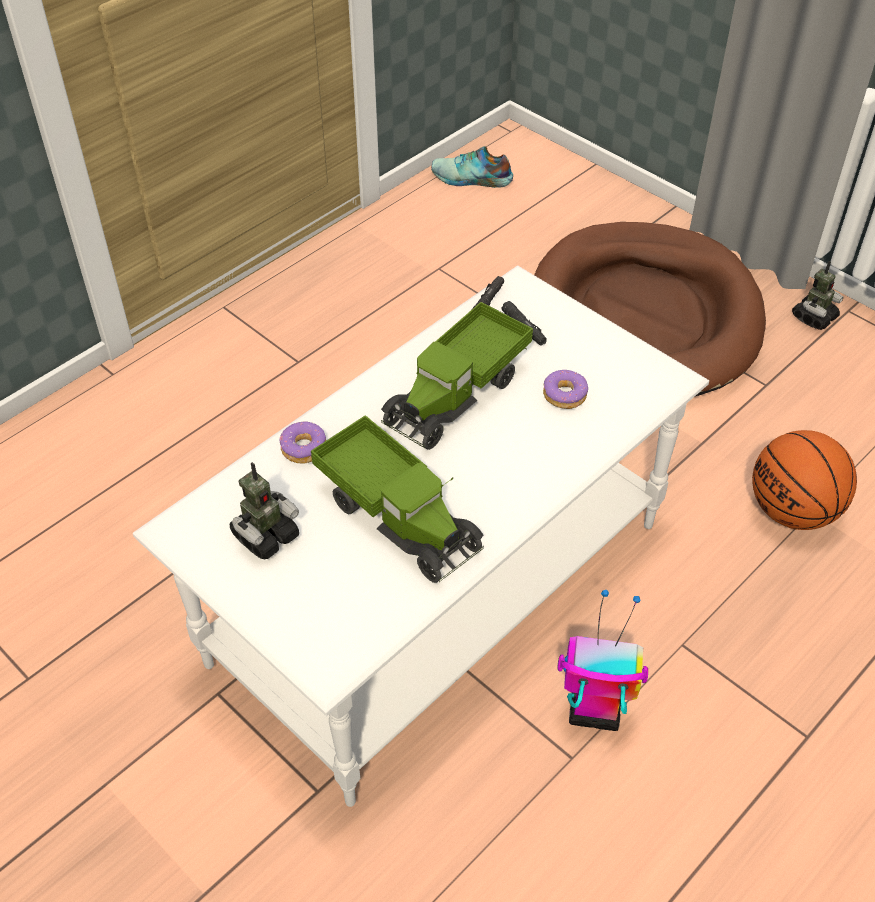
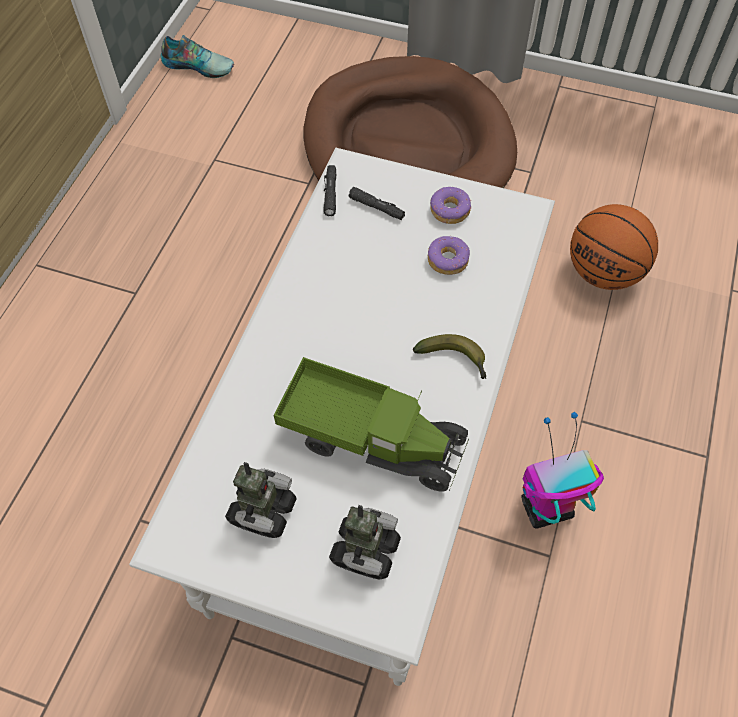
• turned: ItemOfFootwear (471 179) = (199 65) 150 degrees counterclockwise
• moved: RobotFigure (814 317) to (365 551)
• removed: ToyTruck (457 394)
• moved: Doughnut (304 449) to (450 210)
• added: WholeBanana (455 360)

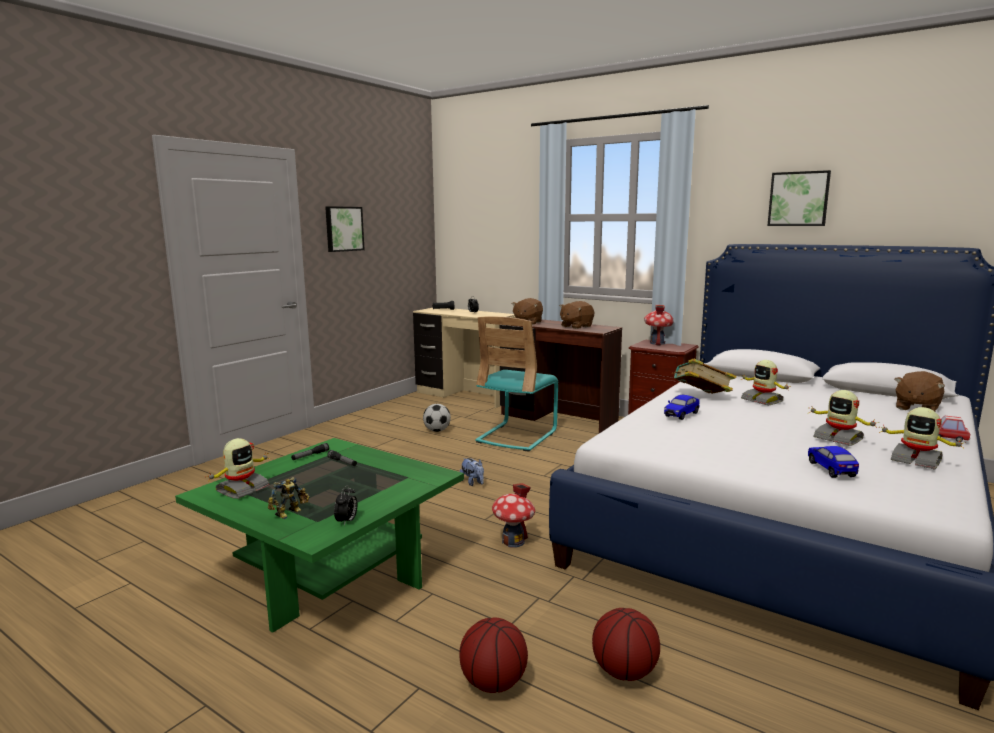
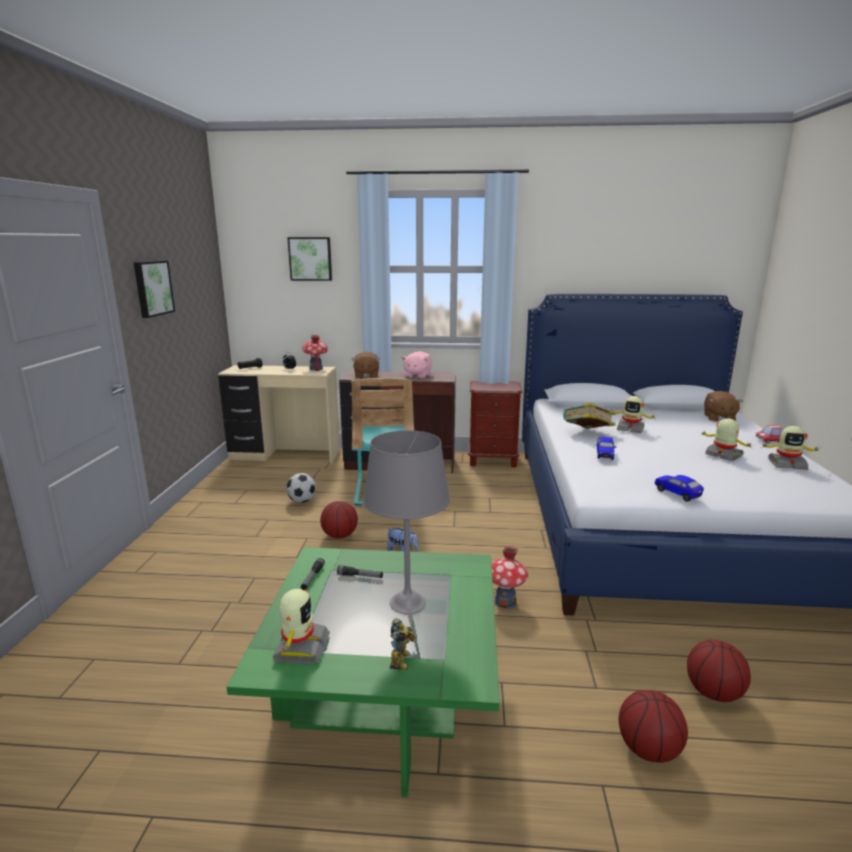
• moved: WallArt (798 199) to (310 259)
• recoloured: BrownishSoftToy (576 326) to PinkColouredSoftToy (417 376)
• moved: MiniatureHouse (657 343) to (316 369)
• turned: RobotFigure (838 439) = (723 455) 150 degrees counterclockwise
• moved: ToyCar (831 469) to (677 493)
• removed: AlarmClock (347 521)
• added: GreyTableLamp (408 602)
• added: BasketballBall (340 535)

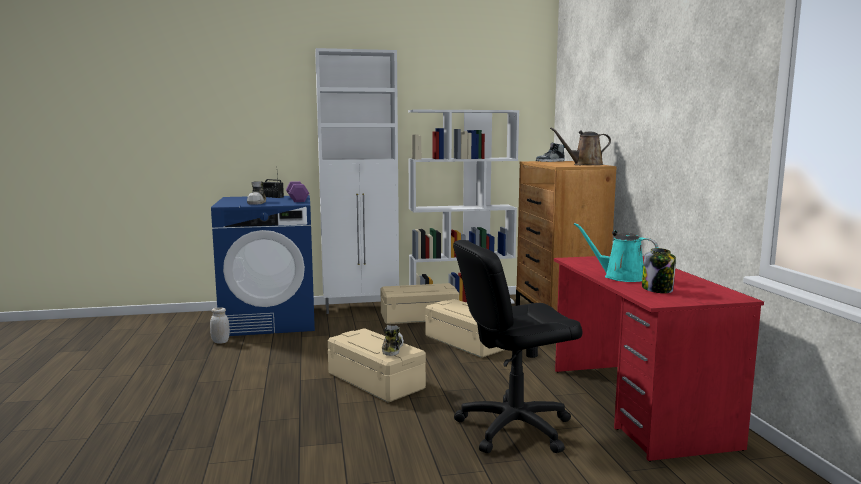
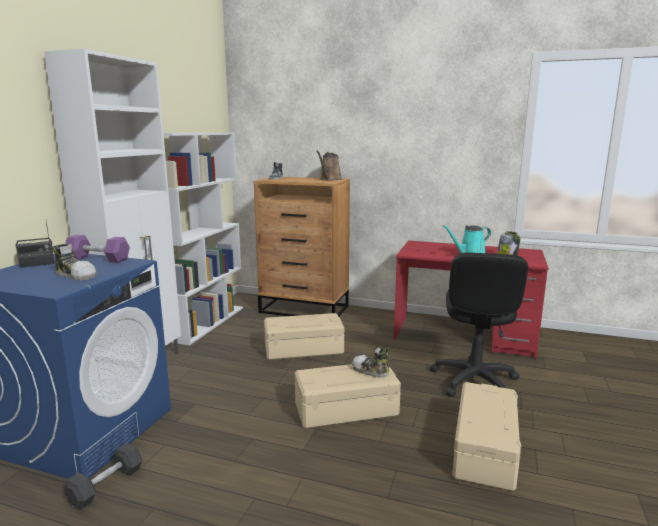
• moved: SandColouredStorageBin (419 317) to (483 449)
• replaced: WhiteStorageJar (220 342) to BlackColouredFreeWeight (106 485)

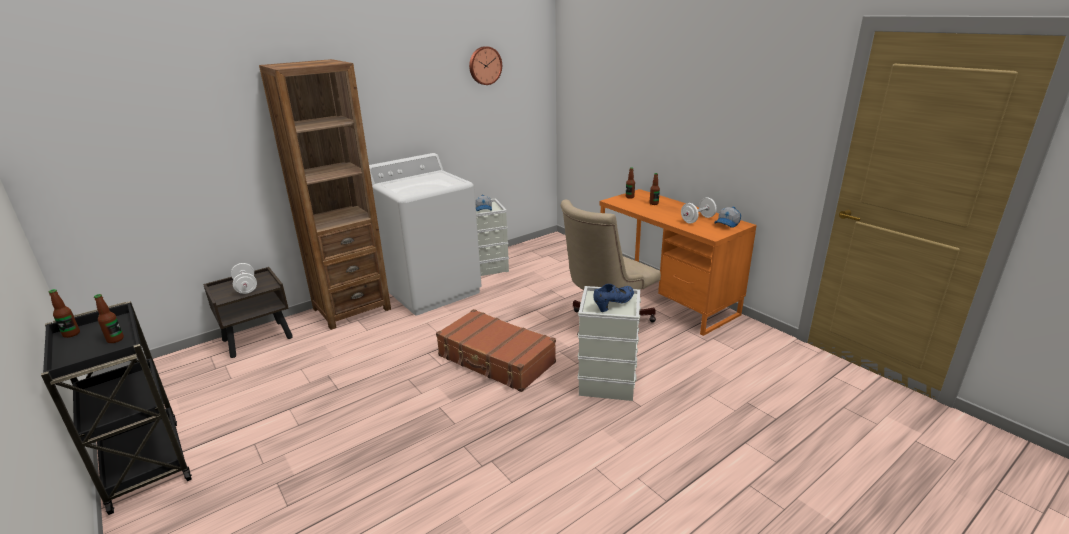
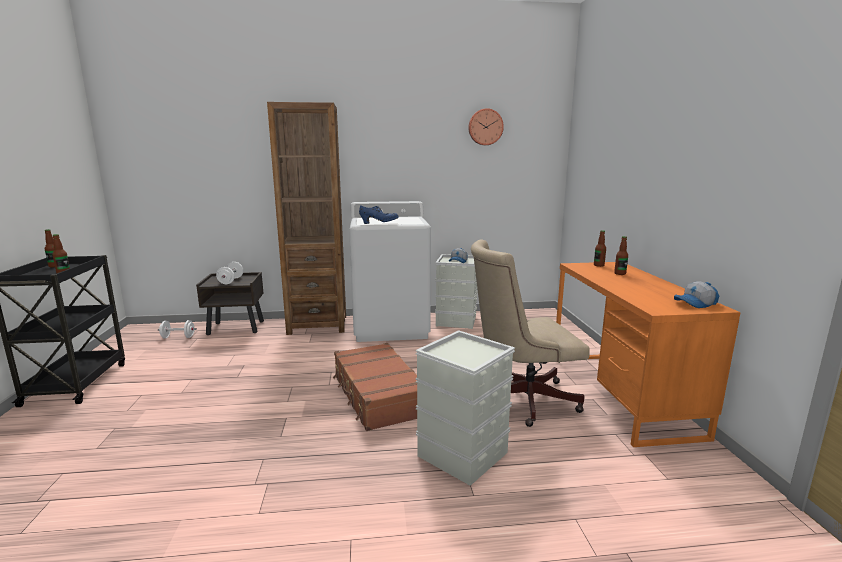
• moved: WhiteFreeWeight (697 220) to (178 337)
• moved: BlueColouredItemOfFootwear (613 304) to (379 223)

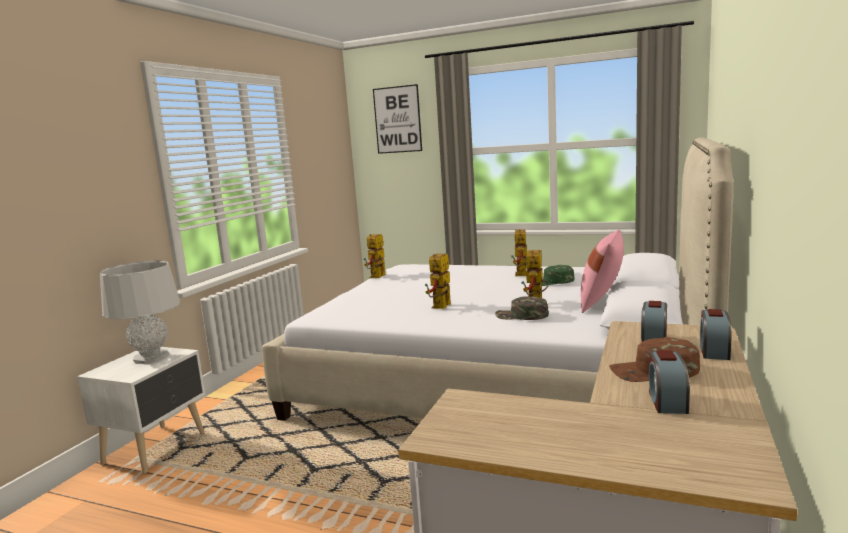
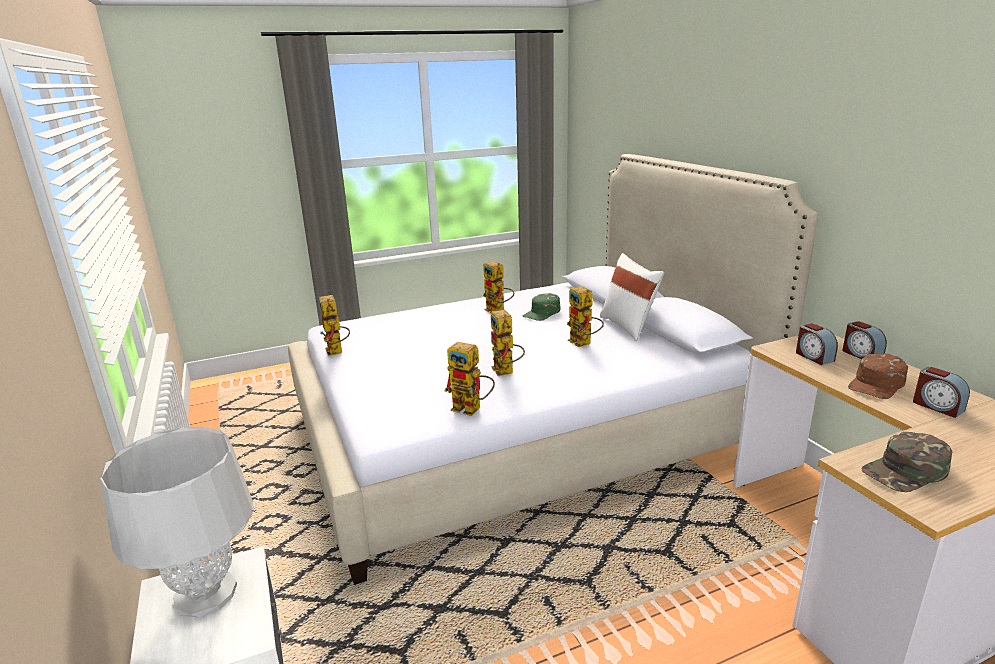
• removed: WallArt (397 119)
• recoloured: PinkColouredCushion (602 303) to WhiteCushion (628 326)
• moved: GreenishCap (521 315) to (906 471)
• added: RobotFigure (472 409)

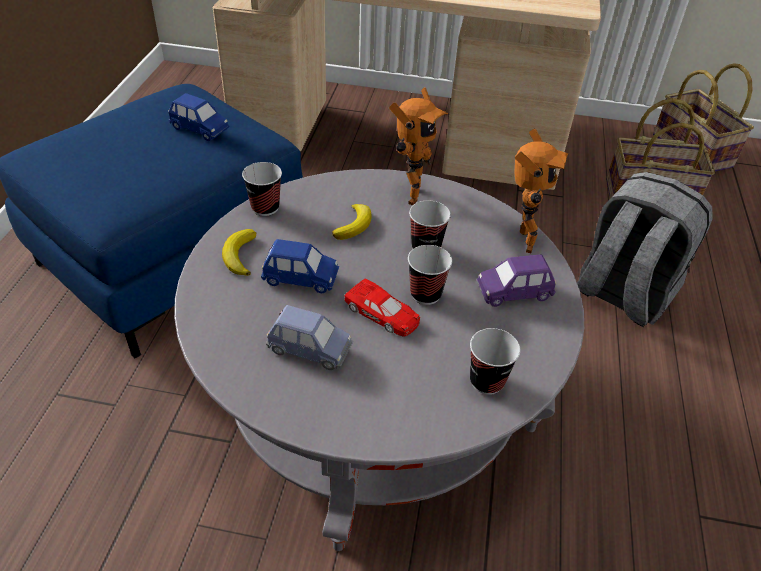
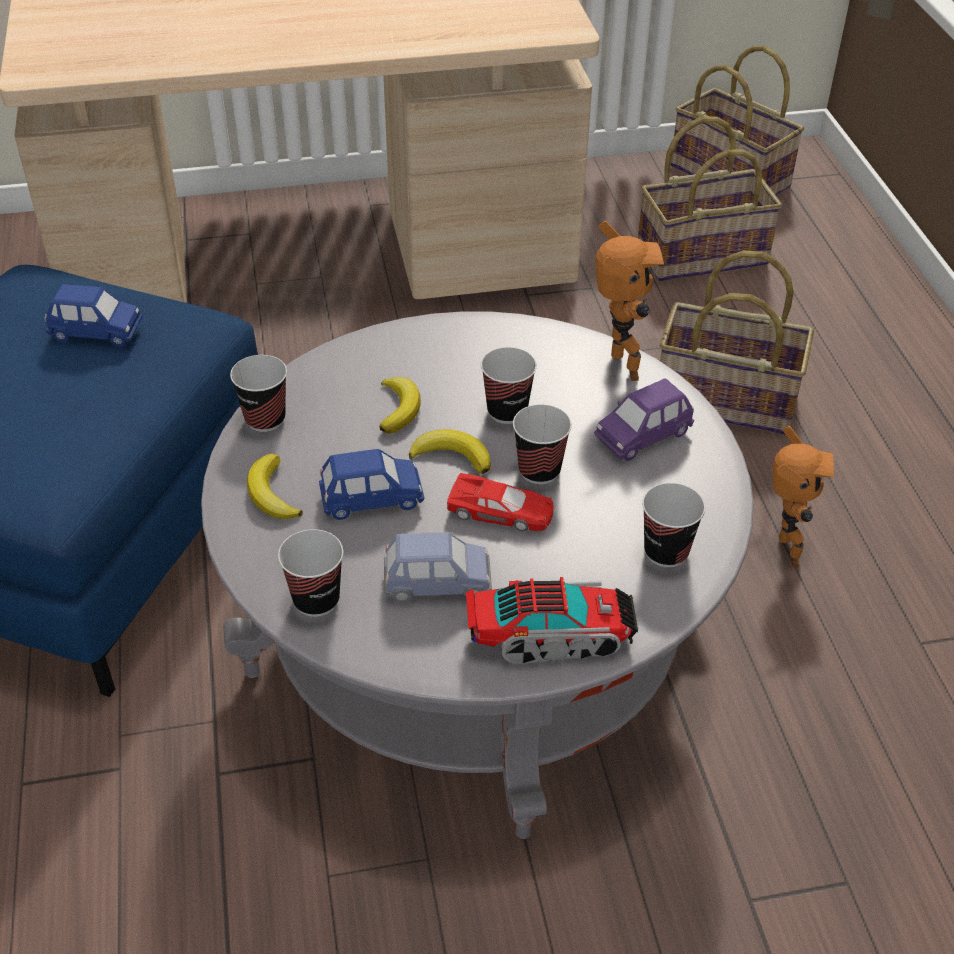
• moved: RobotFigure (409 194) to (783 553)
• replaced: GreyKnapsack (622 294) to StorageBasket (724 401)
• added: WholeBanana (452 456)
• added: Cup (316 600)
• added: ToyTruck (550 635)

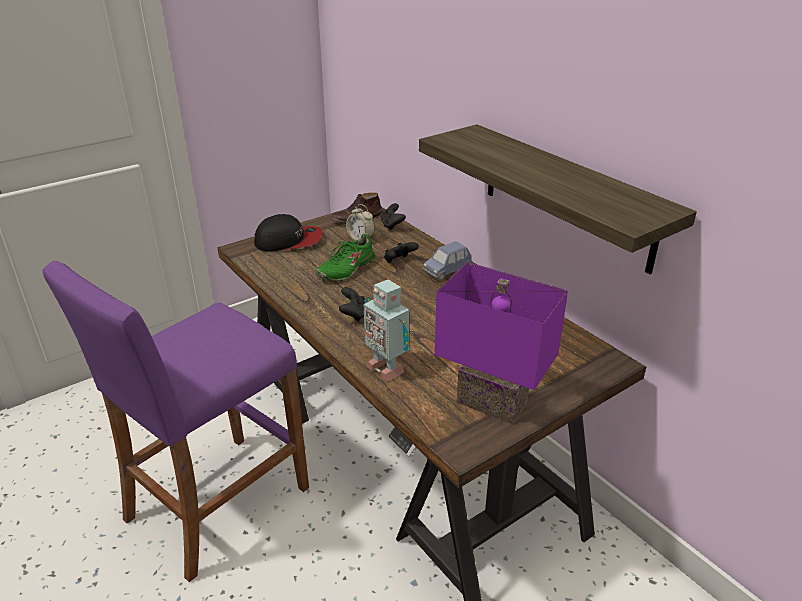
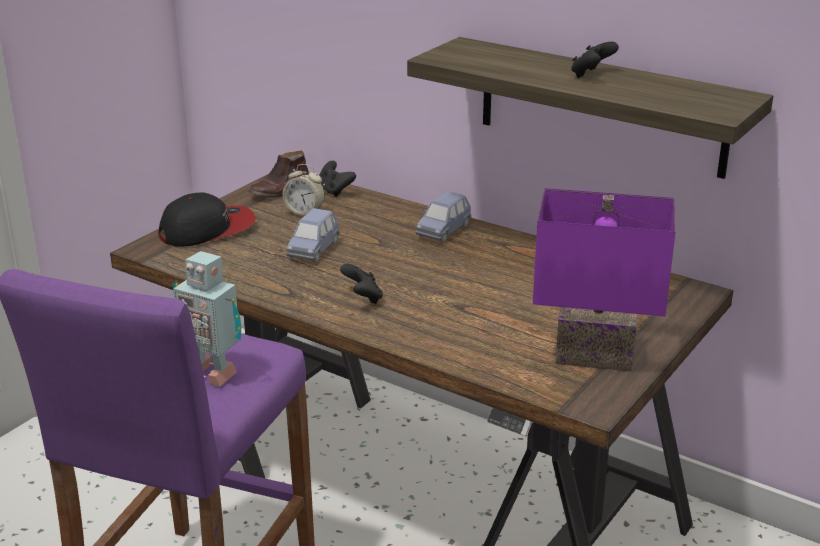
• replaced: GreenishItemOfFootwear (346 269) to BlueColouredToyCar (313 250)
• moved: BlackColouredGamepad (399 262) to (591 75)
• moved: RobotFigure (386 368) to (212 372)

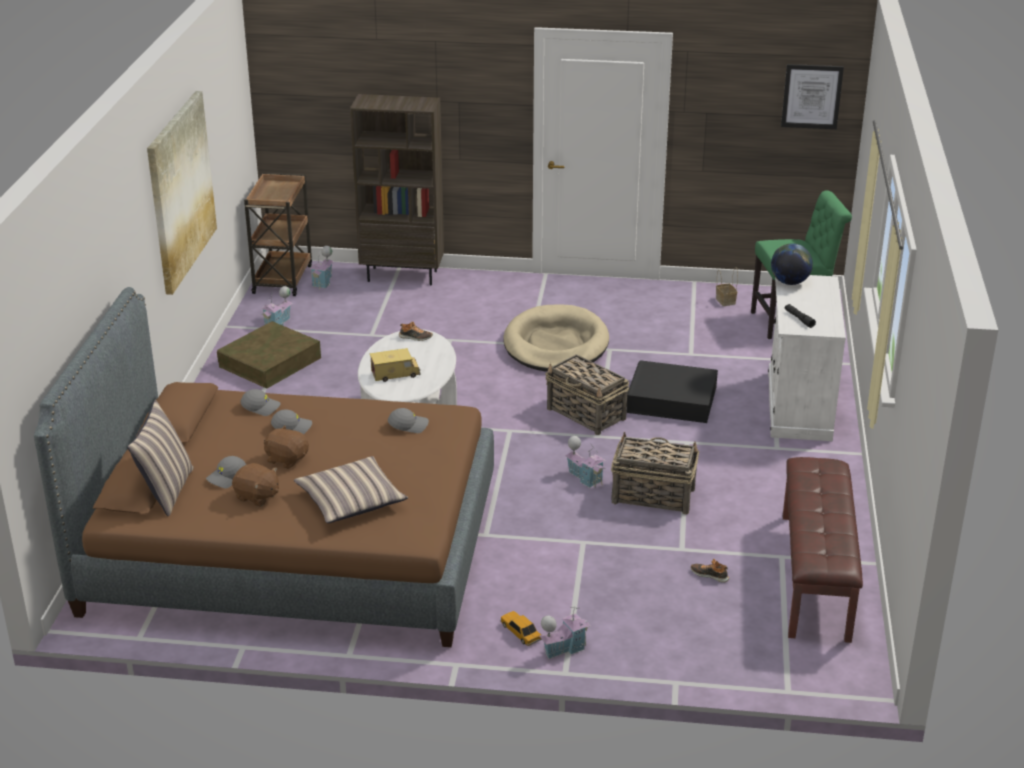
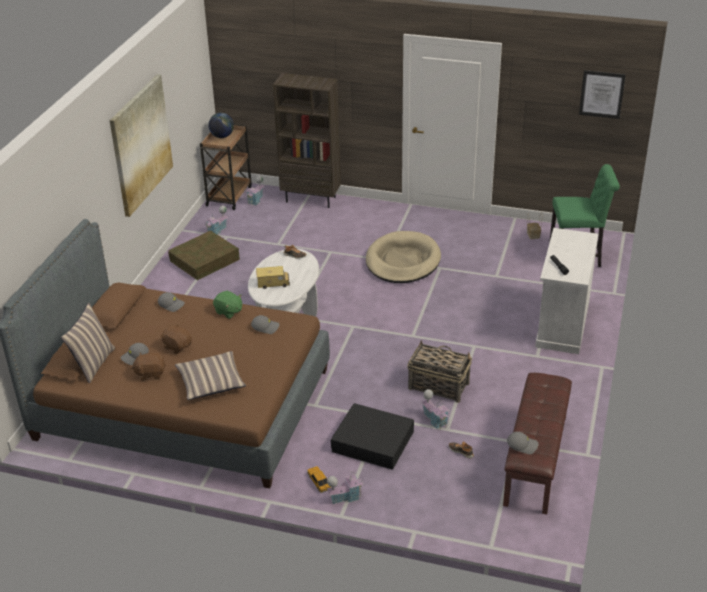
• moved: DeskGlobe (789 282) to (222 136)
• removed: StorageBasket (586 414)
• moved: BlackColouredStorageBin (672 399) to (373 441)
• moved: GreyCap (292 427) to (522 445)
• moved: MiniatureHouse (585 477) to (435 420)
• turned: BrownishSoftToy (257 497) = (150 373) 135 degrees clockwise
• added: GreenishSoftToy (228 312)

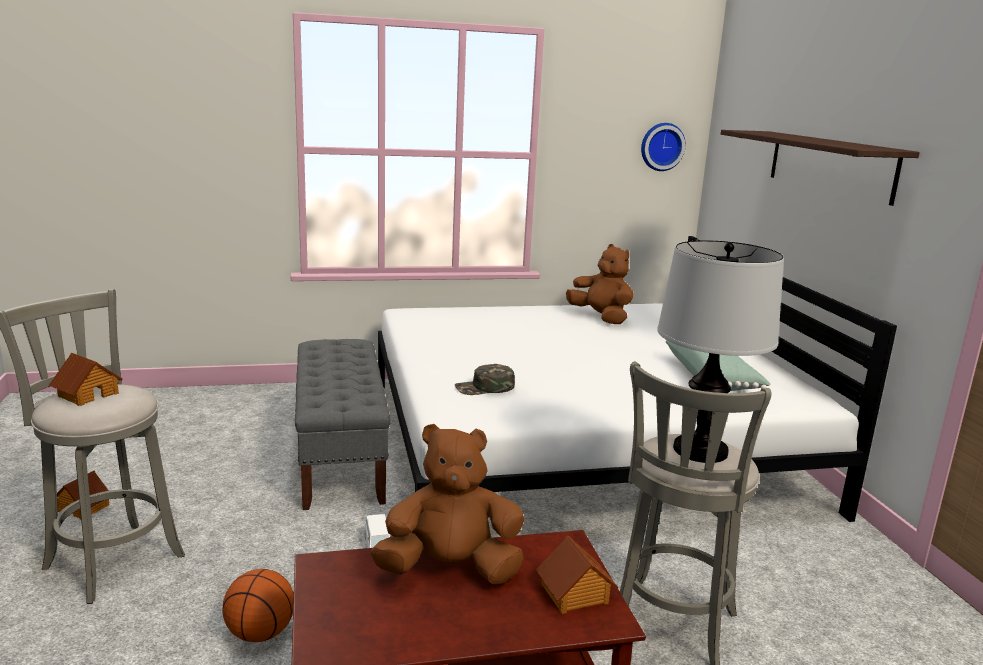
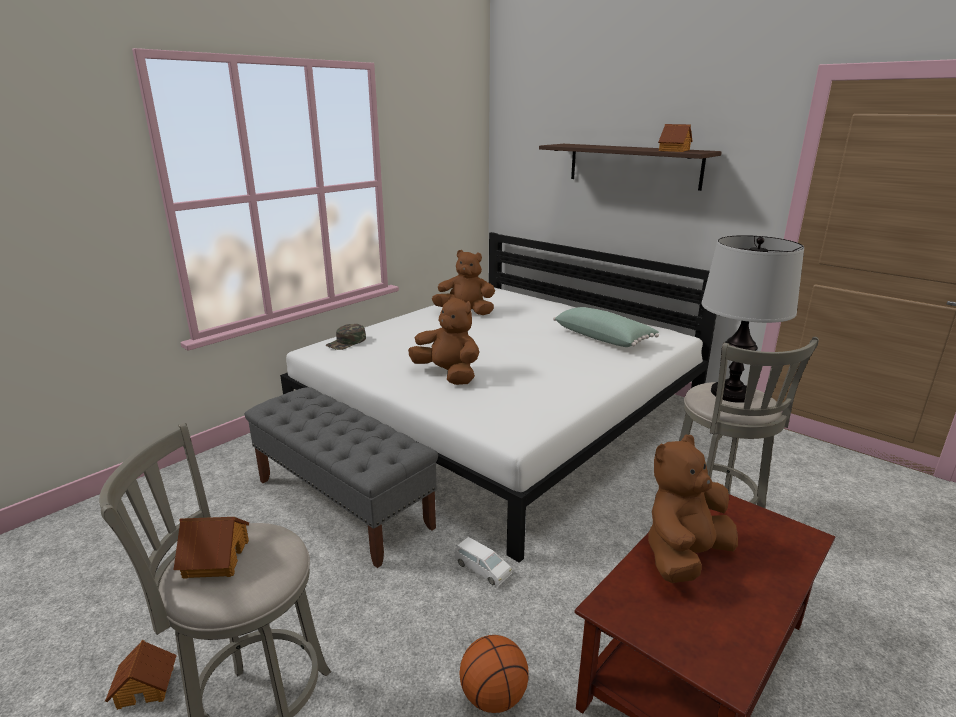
• removed: HangingClock (661 146)
• moved: GreenishCap (485 388) to (346 342)
• moved: MiniatureHouse (575 594) to (674 150)
• added: BrownishSoftToy (448 375)

